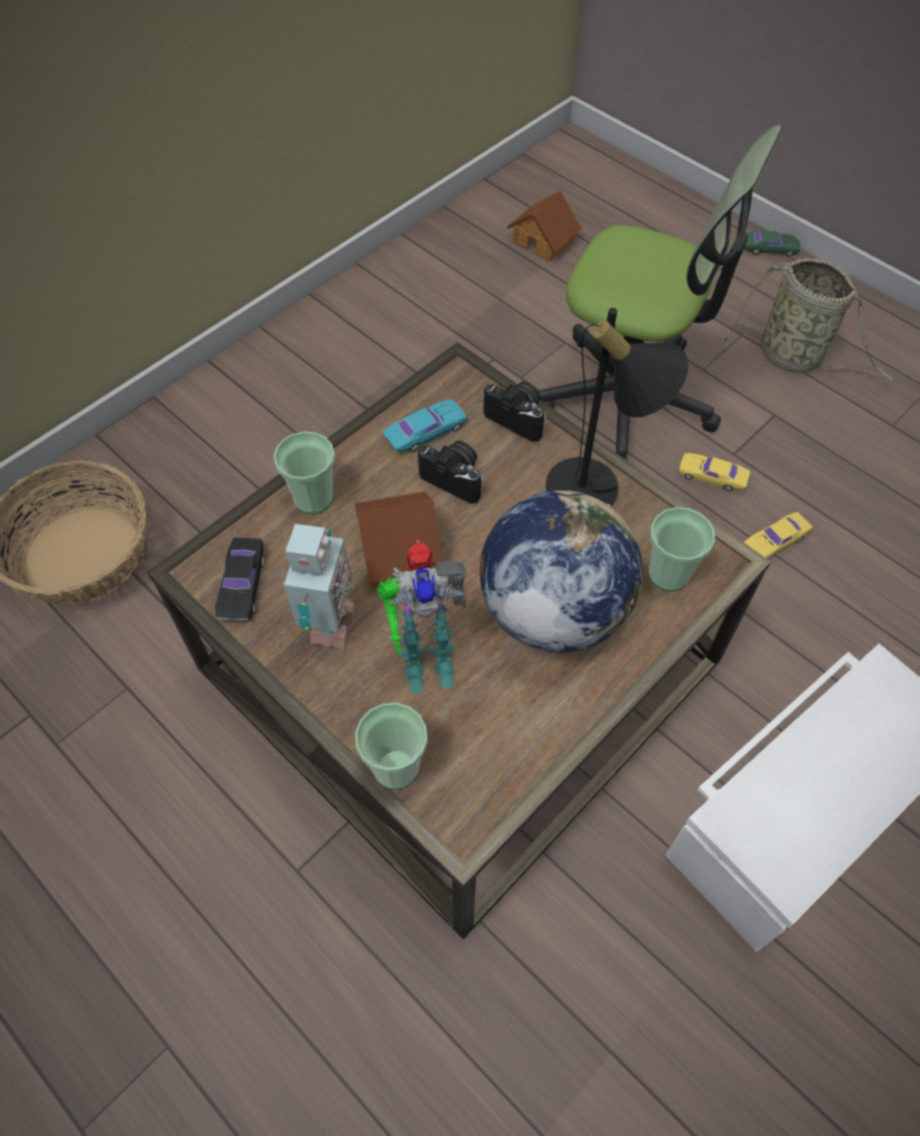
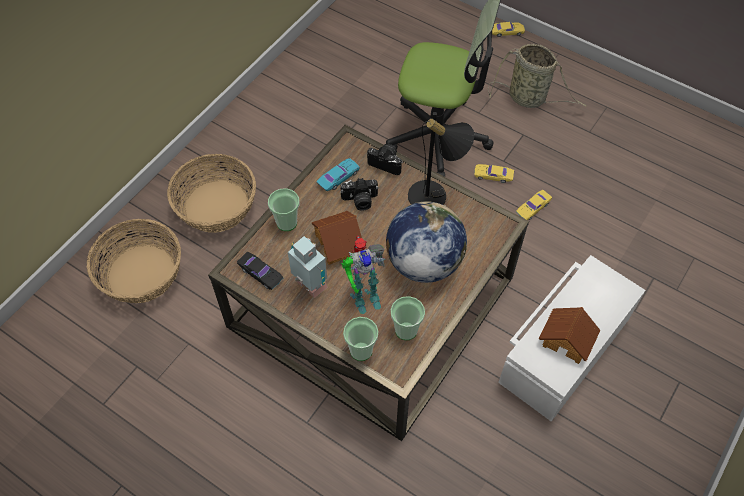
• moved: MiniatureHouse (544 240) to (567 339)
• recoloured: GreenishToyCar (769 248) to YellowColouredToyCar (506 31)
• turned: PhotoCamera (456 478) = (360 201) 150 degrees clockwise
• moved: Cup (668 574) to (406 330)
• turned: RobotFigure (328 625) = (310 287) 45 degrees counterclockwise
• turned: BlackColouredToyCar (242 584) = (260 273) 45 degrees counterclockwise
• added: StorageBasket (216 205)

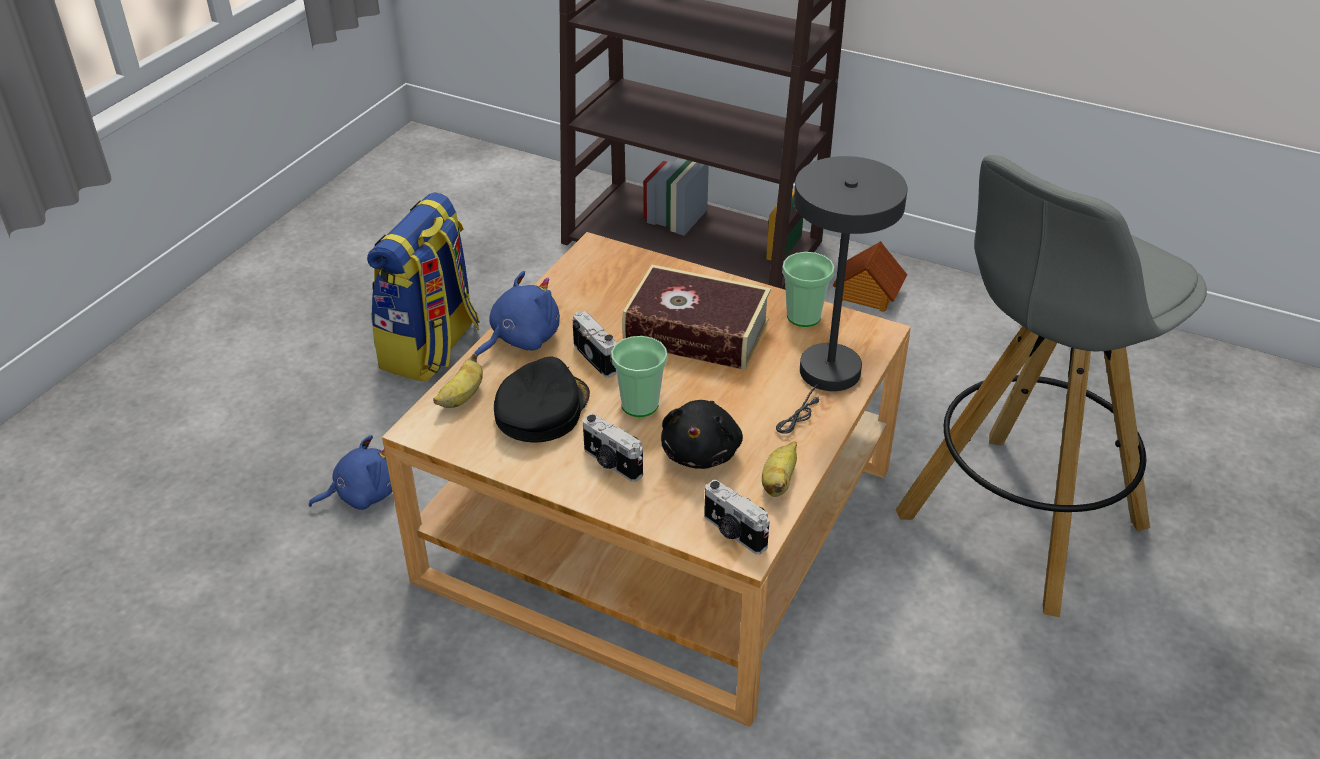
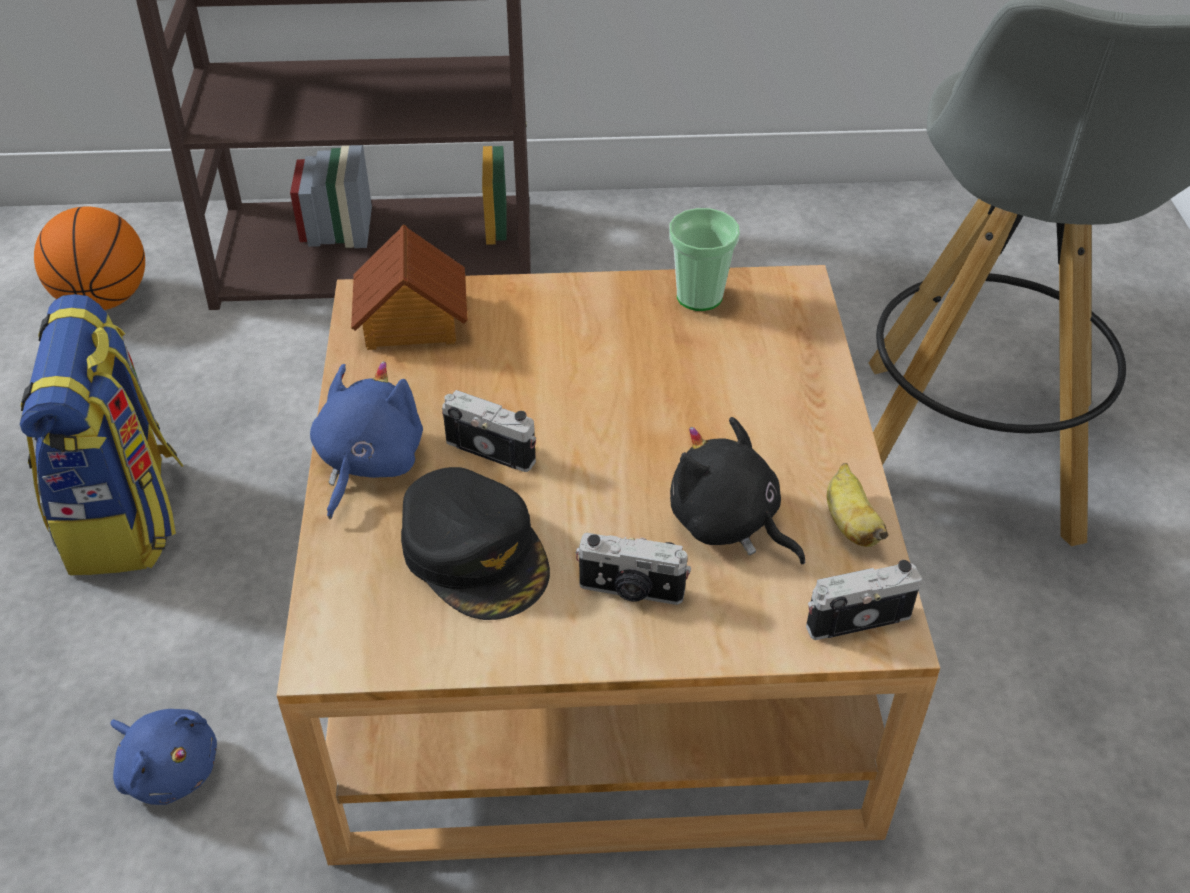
• removed: GreyTableLamp (826 379)
• moved: MiniatureHouse (867 293) to (411 321)
• removed: Book (696 332)
• removed: Cup (639 405)
• removed: WholeBanana (461 397)
• turned: BlackColouredCap (541 409) = (476 553) 150 degrees clockwise
• turned: BlackColouredSoftToy (701 451) = (728 523) 150 degrees clockwise
• turned: BlueColouredSoftToy (362 494) = (169 768) 90 degrees clockwise
• turned: PhotoCamera (733 533) = (856 617) 150 degrees clockwise
• added: BasketballBall (104 300)

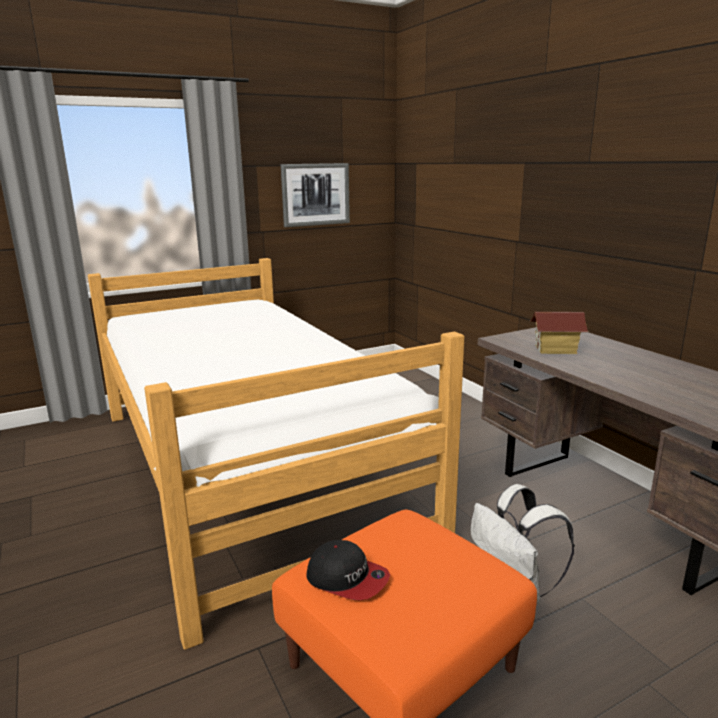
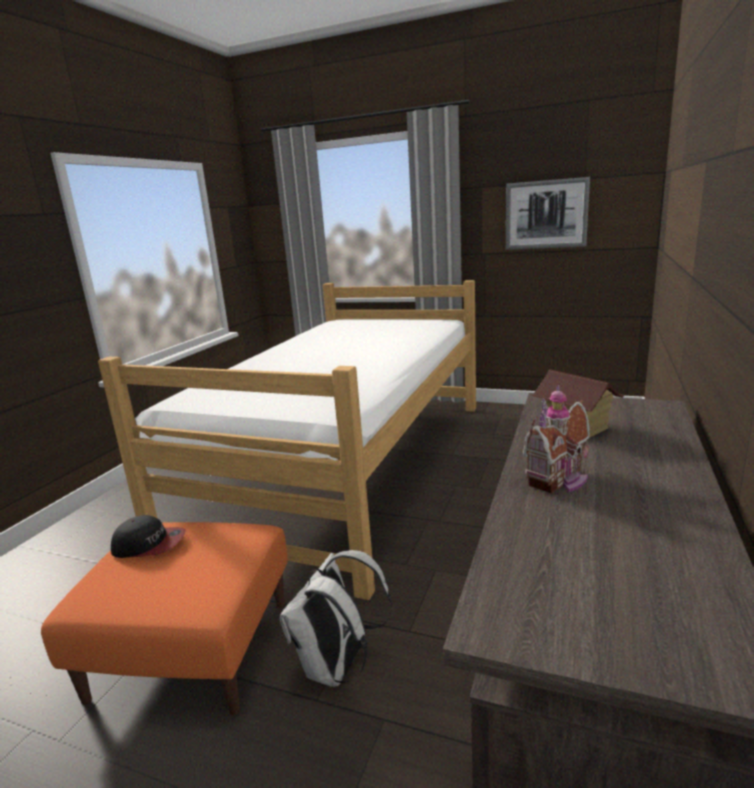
• turned: Cap (347 578) = (149 544) 75 degrees counterclockwise
• added: MiniatureHouse (560 480)

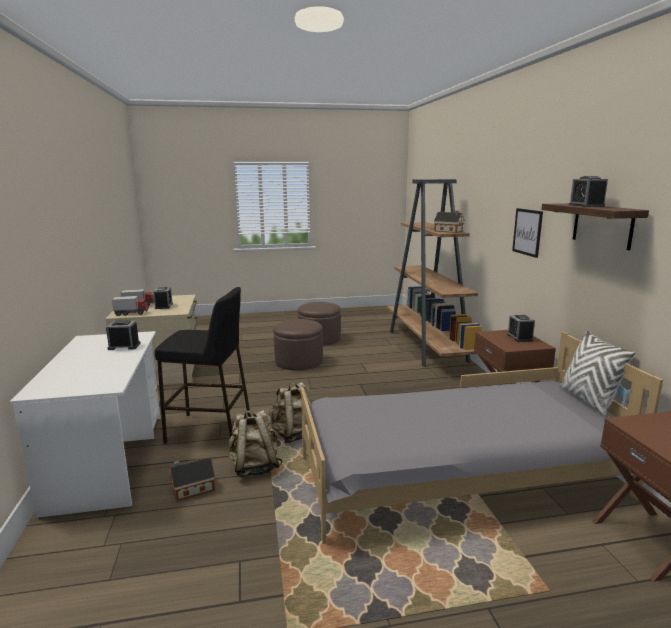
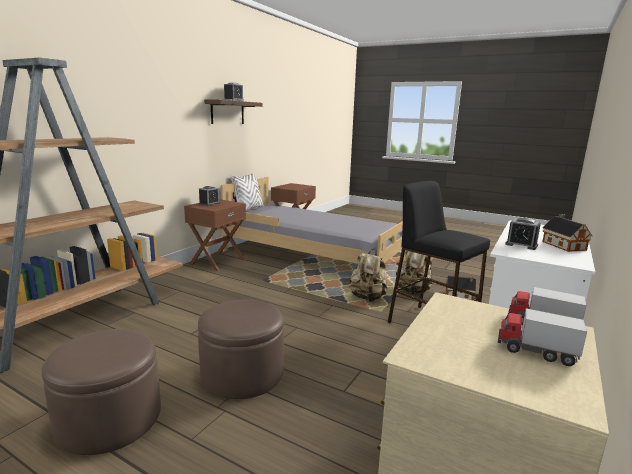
• removed: WallArt (527 232)
• moved: MiniatureHouse (449 231) to (562 245)
• removed: AlarmClock (164 306)

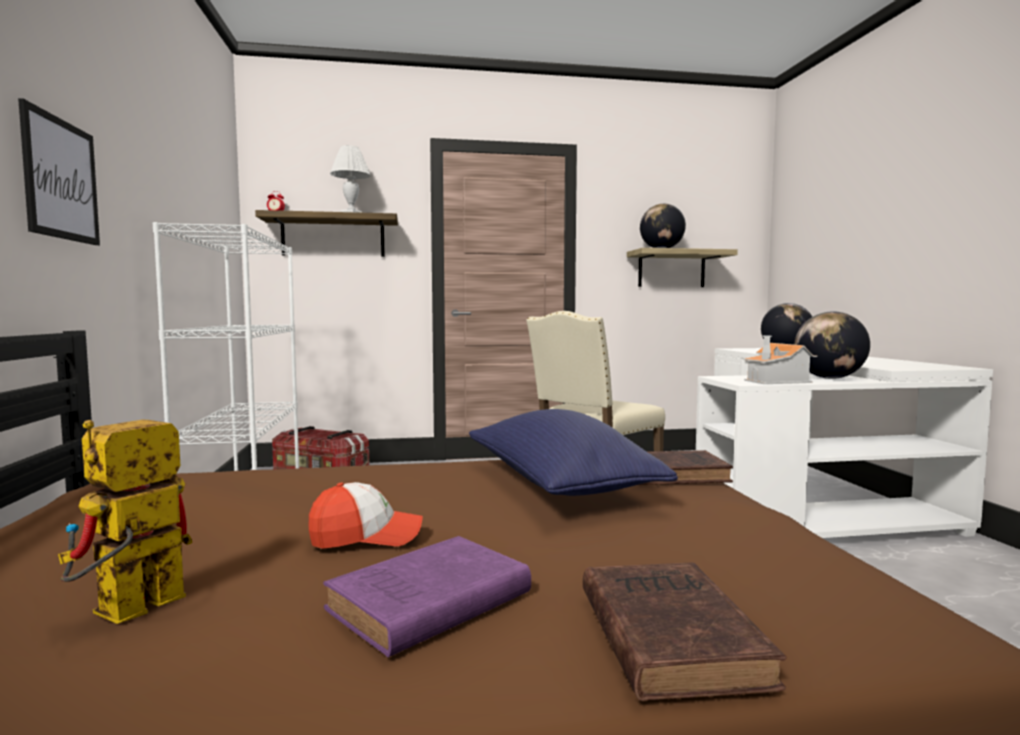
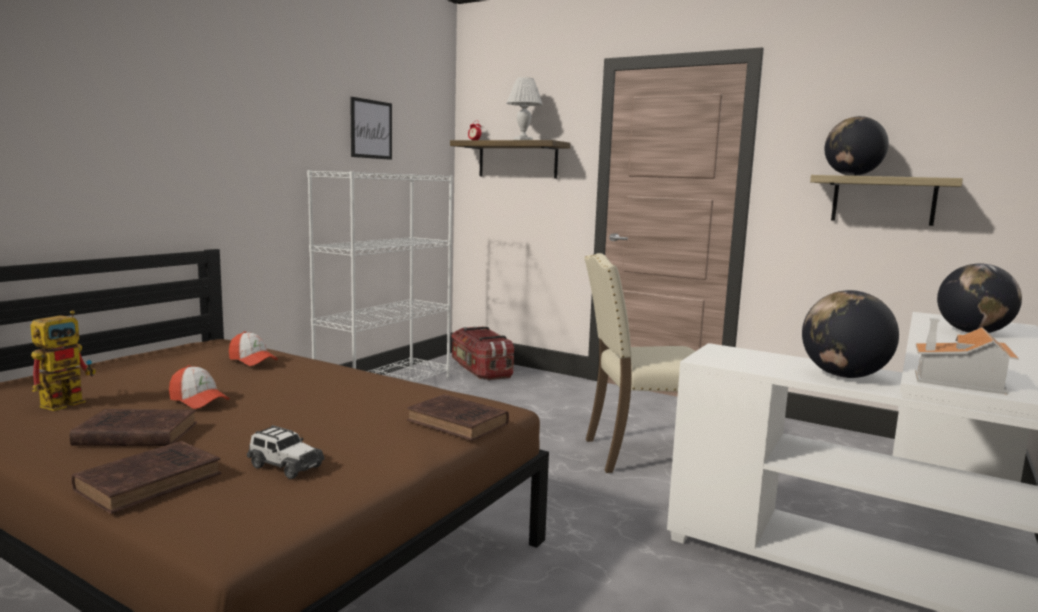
• moved: WallArt (61 179) to (371 129)
• moved: MiniatureHouse (777 381) to (961 381)
• removed: BlueColouredCushion (558 485)
• turned: RobotFigure (127 614) = (69 401) 135 degrees clockwise
• recoloured: PurpleBook (425 603) to BrownishBook (133 434)
• added: Cap (252 360)
• added: ToyCar (284 466)

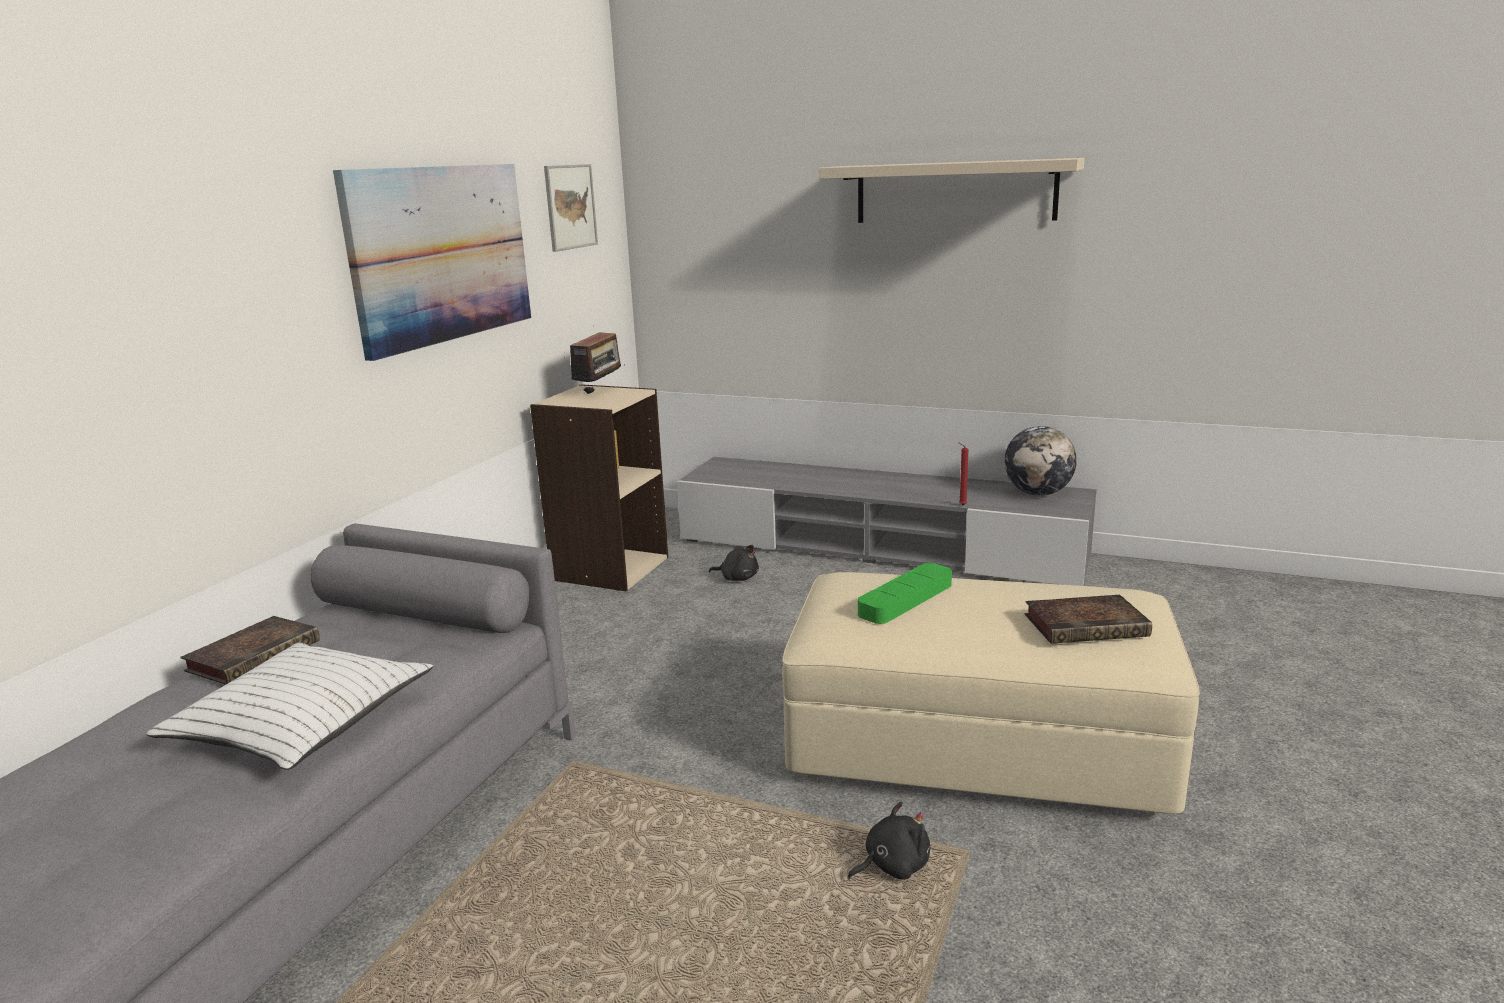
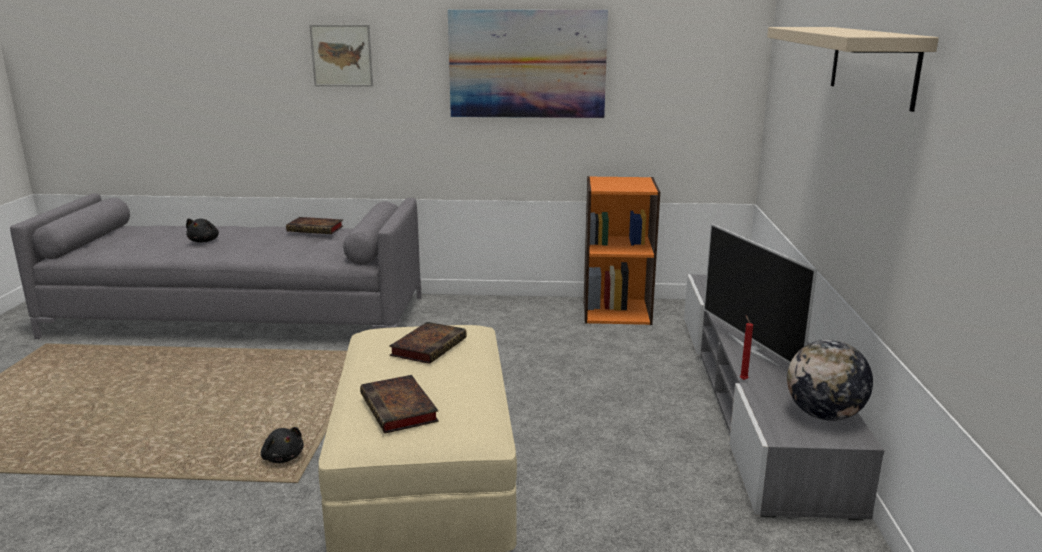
• moved: WallArt (570 207) to (342 55)
• removed: RadioReceiver (599 391)
• recoloured: SandColouredBookshelf (609 568) to OrangeyBookshelf (616 311)
• moved: BlackColouredSoftToy (737 578) to (204 241)
• replaced: GreenishCarryingTray (905 599) to Book (429 346)
• removed: WhiteCushion (301 723)
• added: TvSet (753 349)

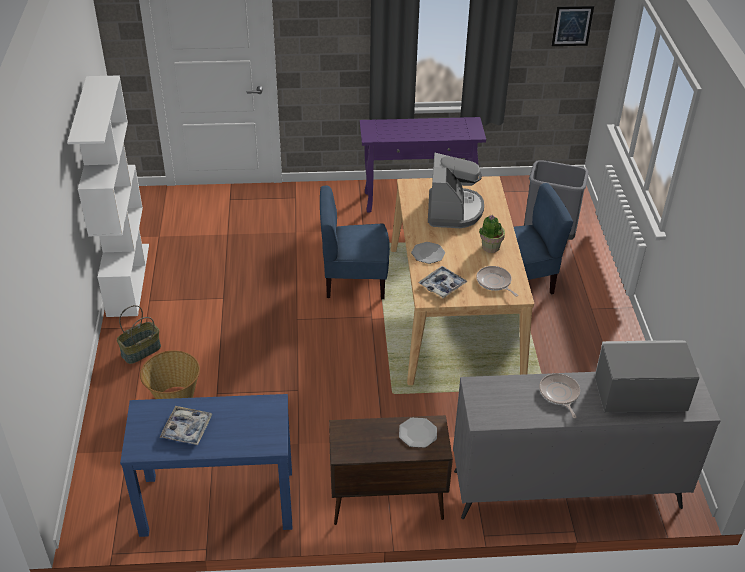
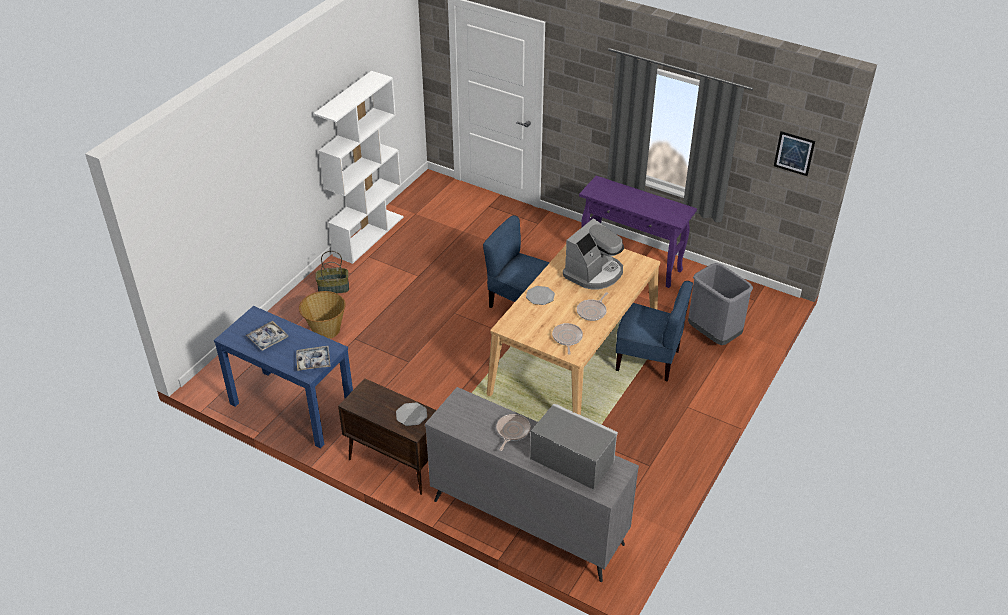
• replaced: PottedPlant (490 247) to FryingPan (592 311)
• moved: CarryingTray (442 285) to (313 361)

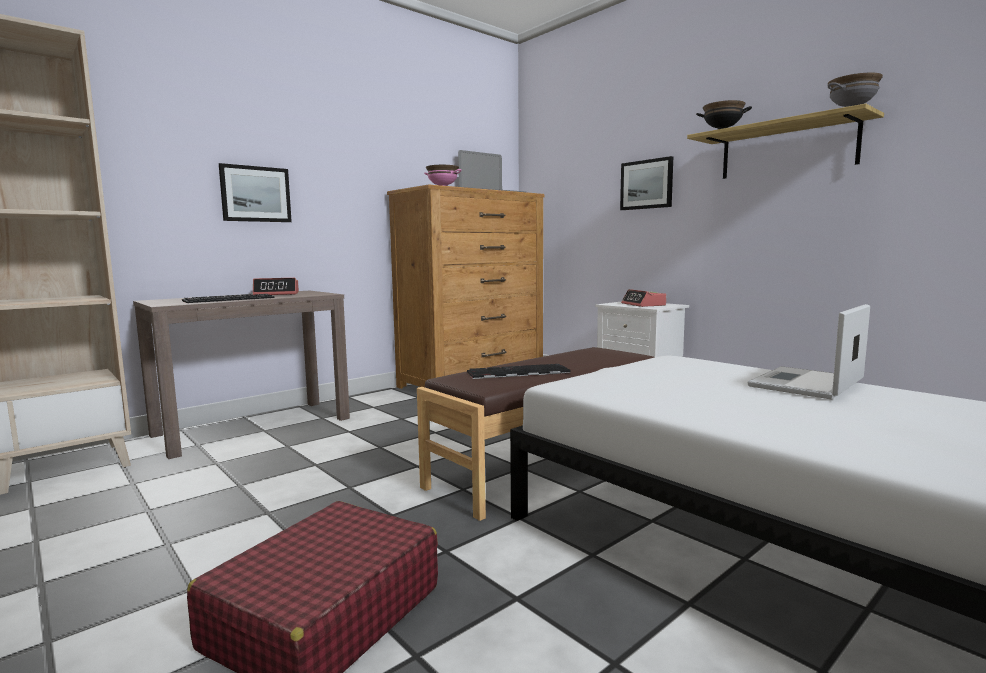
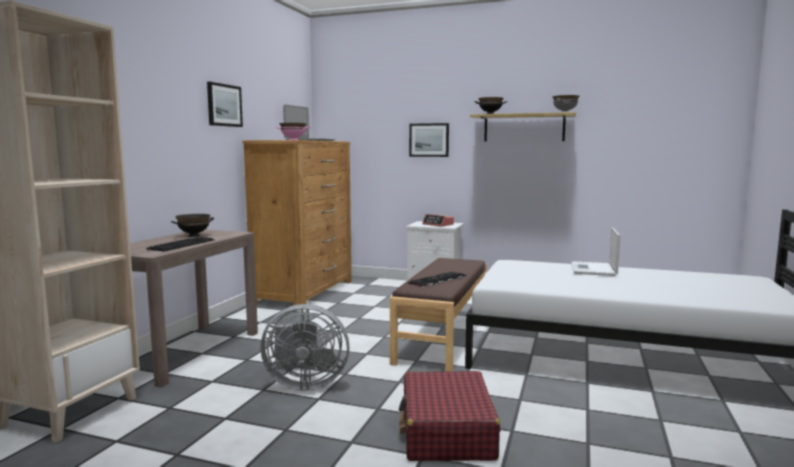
• moved: WallArt (255 194) to (224 105)
• replaced: AlarmClock (277 294) to BlackColouredServingBowl (194 236)
• added: GreyFan (304 384)

